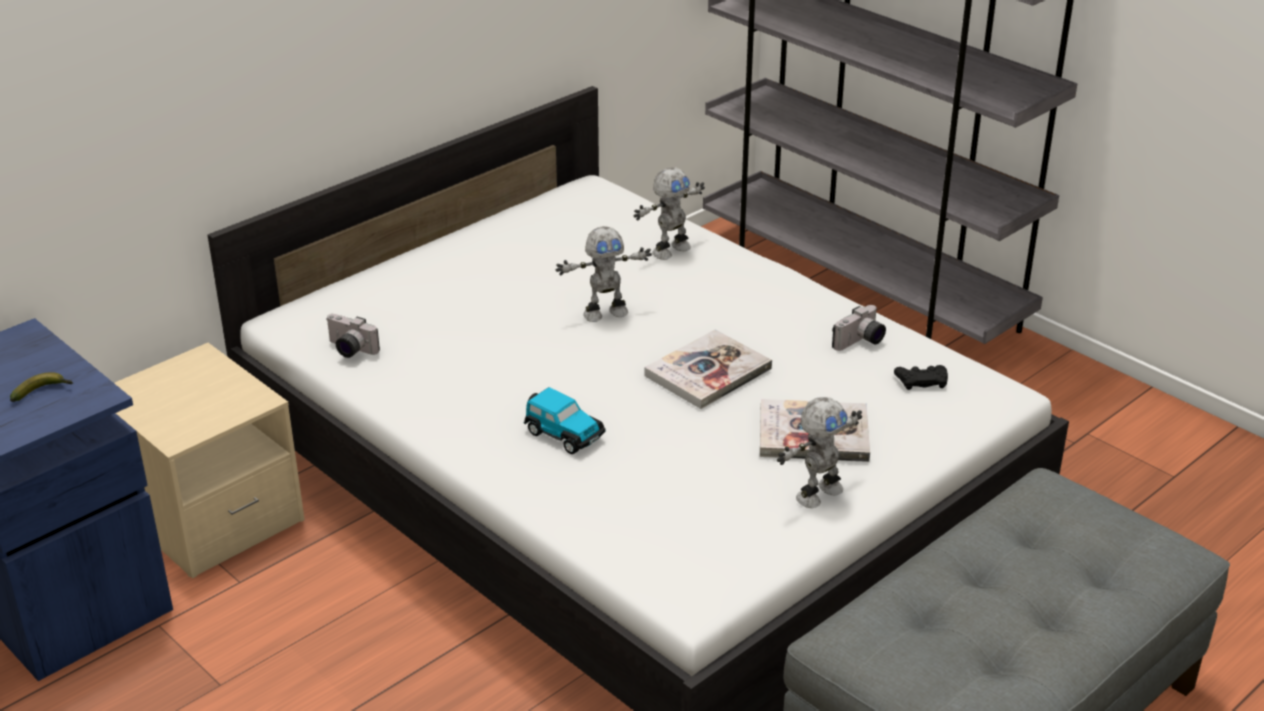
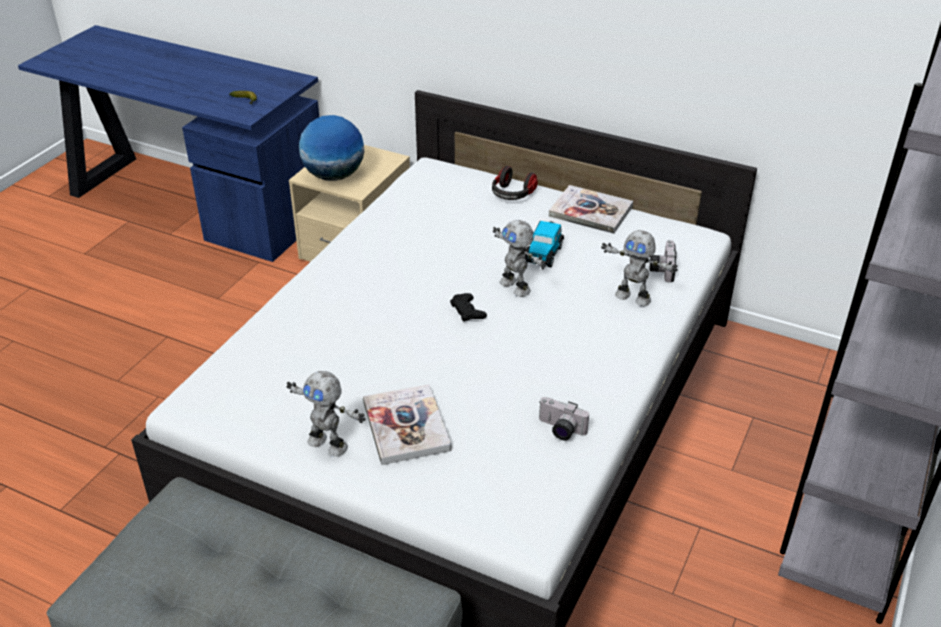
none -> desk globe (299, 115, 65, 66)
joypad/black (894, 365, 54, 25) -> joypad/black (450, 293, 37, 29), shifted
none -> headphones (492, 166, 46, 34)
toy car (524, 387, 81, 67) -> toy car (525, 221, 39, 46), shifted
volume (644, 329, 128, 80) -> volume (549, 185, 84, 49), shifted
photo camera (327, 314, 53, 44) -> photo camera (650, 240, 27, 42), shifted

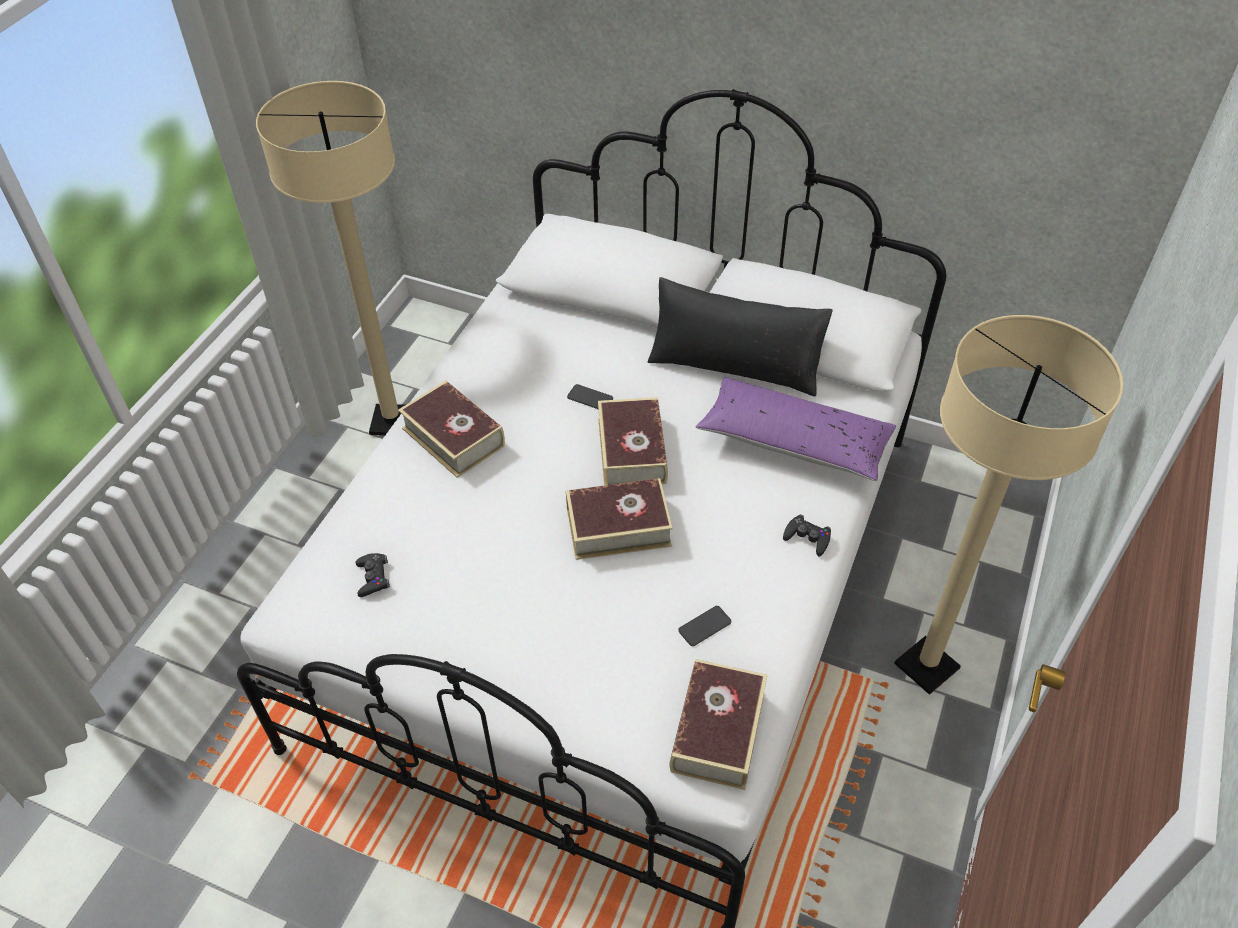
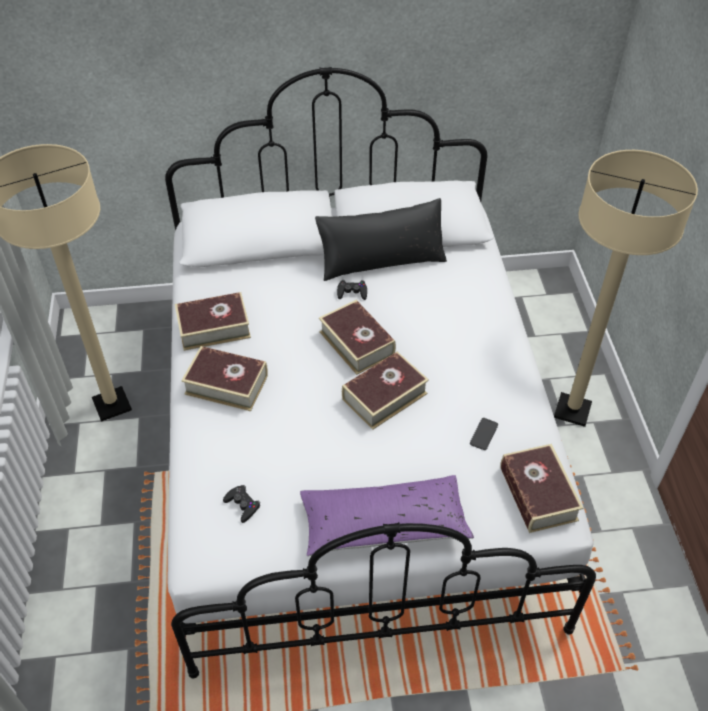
none -> volume (175, 292, 76, 59)
pillow/purplish (695, 377, 201, 104) -> pillow/purplish (300, 475, 174, 81), shifted
joypad/black (783, 514, 48, 43) -> joypad/black (337, 280, 30, 20), shifted
handset (567, 384, 46, 25) -> none

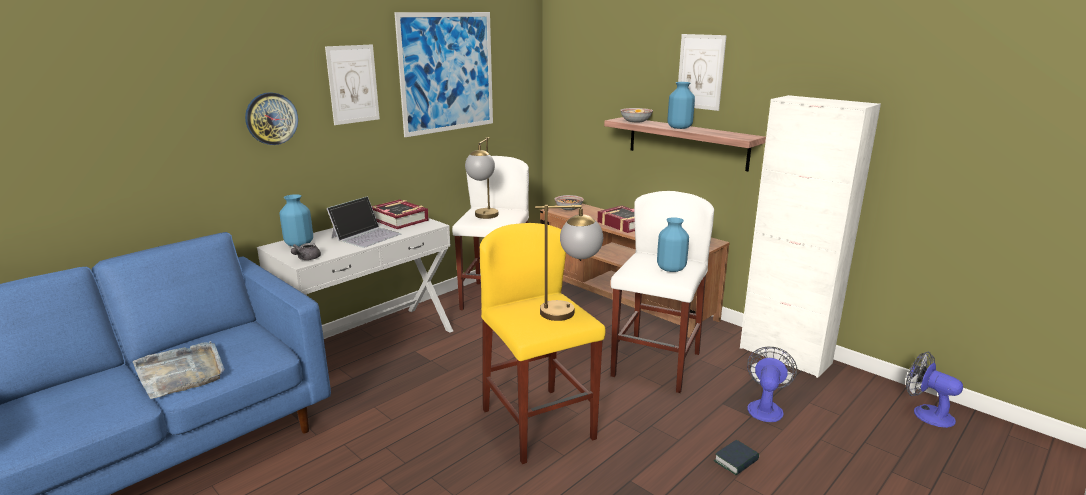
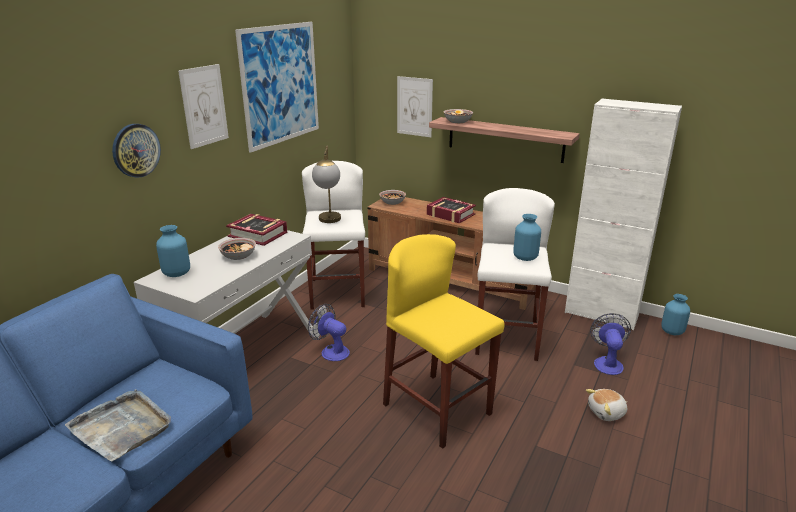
laptop (327, 196, 74, 52) -> bowl (218, 238, 38, 22)
electric fan (906, 352, 57, 76) -> electric fan (308, 304, 42, 57), shifted
picture (678, 34, 49, 77) -> picture (397, 76, 36, 61), shifted
volume (714, 440, 45, 35) -> soft toy (586, 389, 41, 32)
flower vase/bluish (667, 82, 28, 47) -> flower vase/bluish (661, 294, 29, 41), shifted
tea pot/grey (291, 243, 30, 17) -> none
table lamp (535, 205, 68, 116) -> none

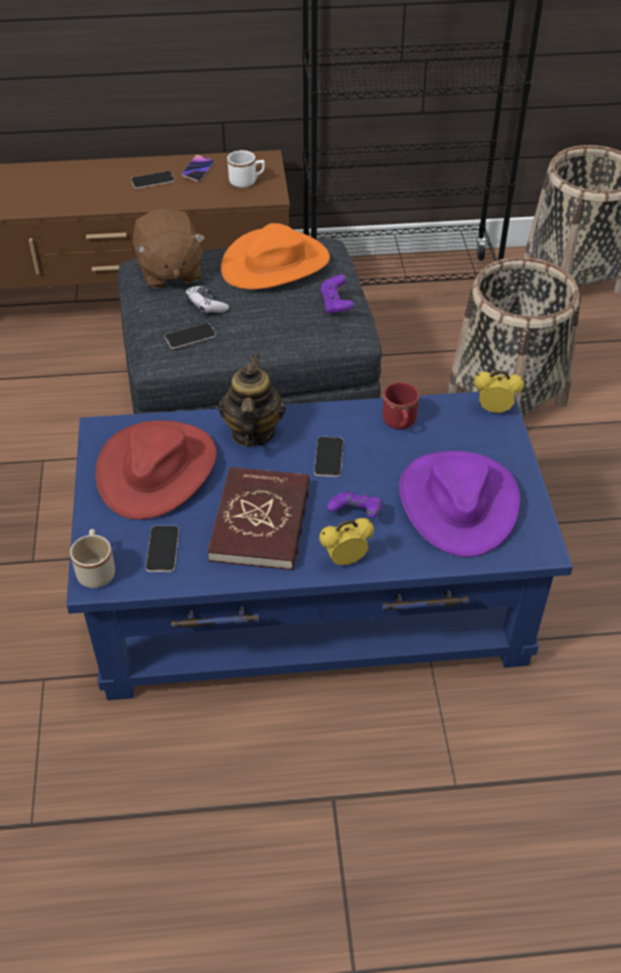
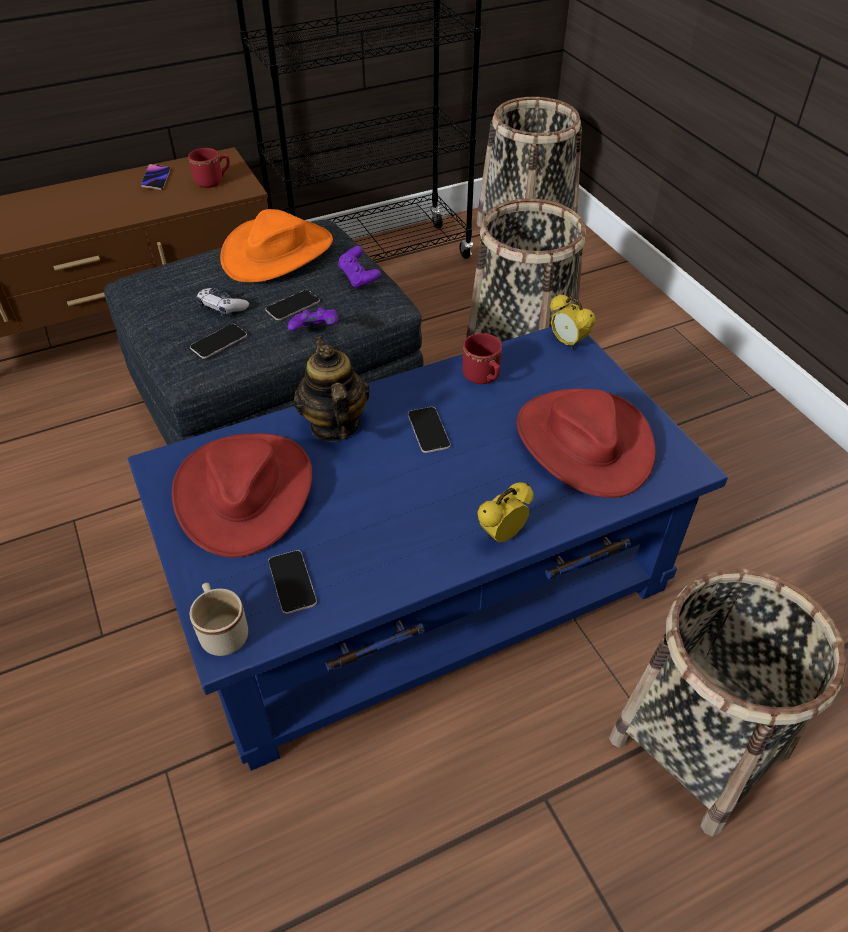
coffee mug/white (227, 150, 38, 38) -> coffee mug/red-coloured (188, 148, 42, 40)
handset (131, 171, 44, 18) -> handset (265, 290, 55, 31), shifted
joypad/purplish (327, 491, 56, 26) -> joypad/purplish (288, 307, 50, 24), shifted
hat/purplish (399, 451, 121, 106) -> hat/red-coloured (517, 388, 139, 110)
bedside clock (474, 370, 50, 43) -> bedside clock (550, 294, 46, 56), 120 degrees counterclockwise
none -> basket (609, 568, 238, 269)
soft toy/brownish (133, 209, 72, 80) -> none
volume/red-coloured (207, 467, 103, 103) -> none

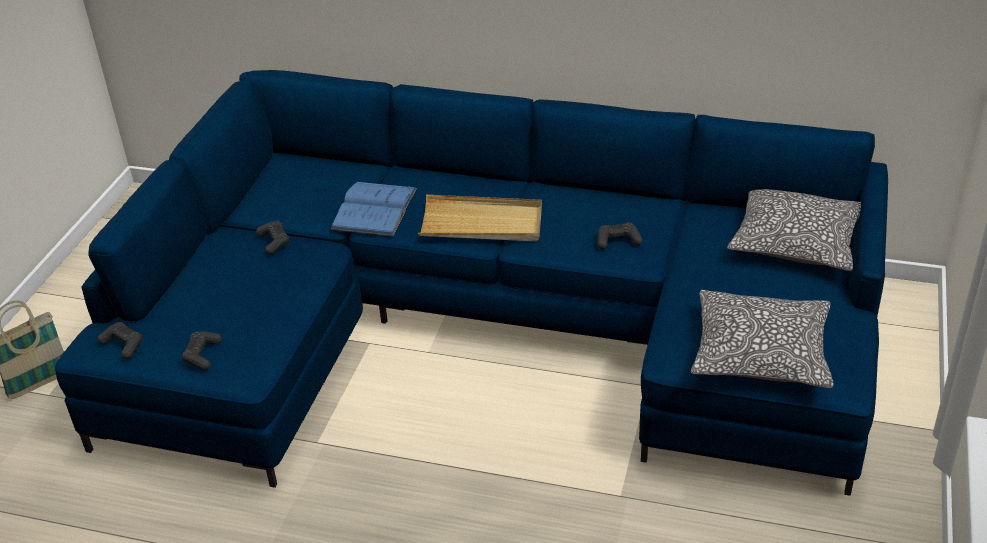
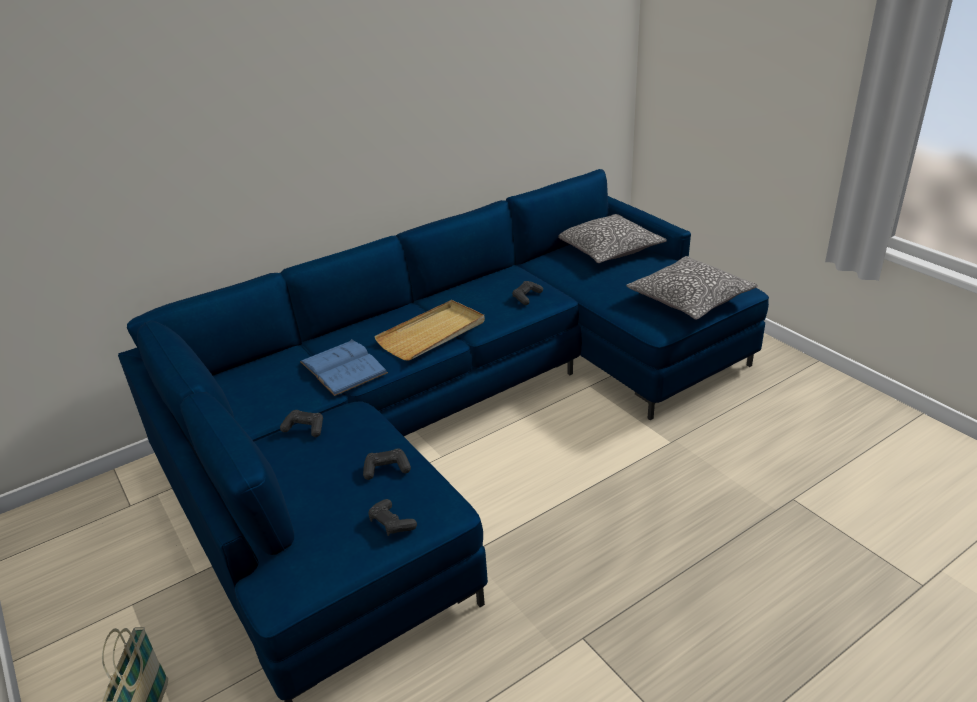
joypad/black (97, 322, 46, 37) -> joypad/black (363, 448, 48, 32), shifted

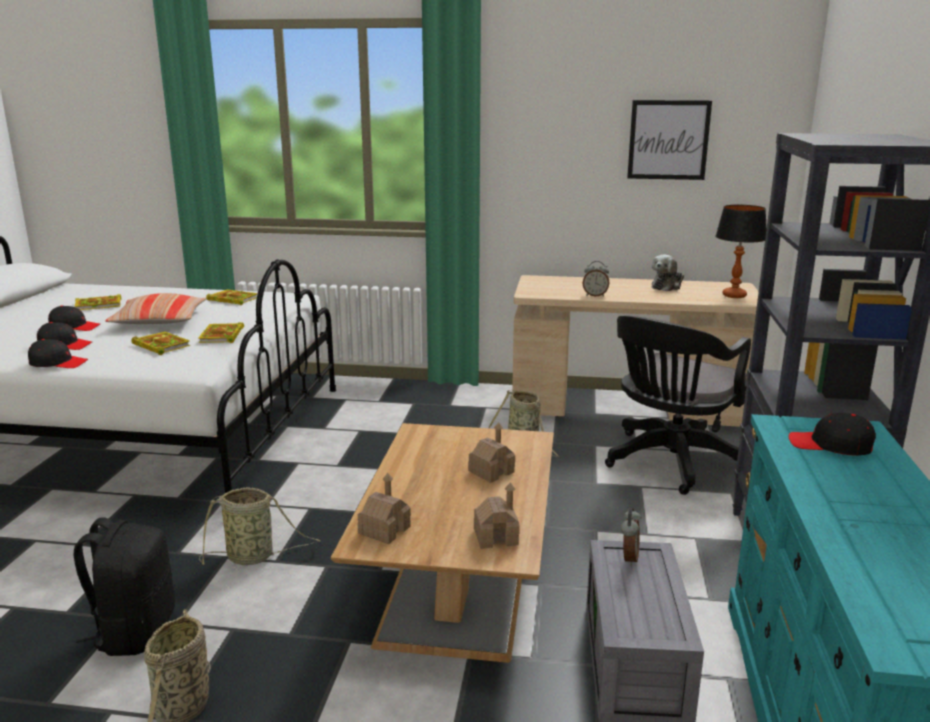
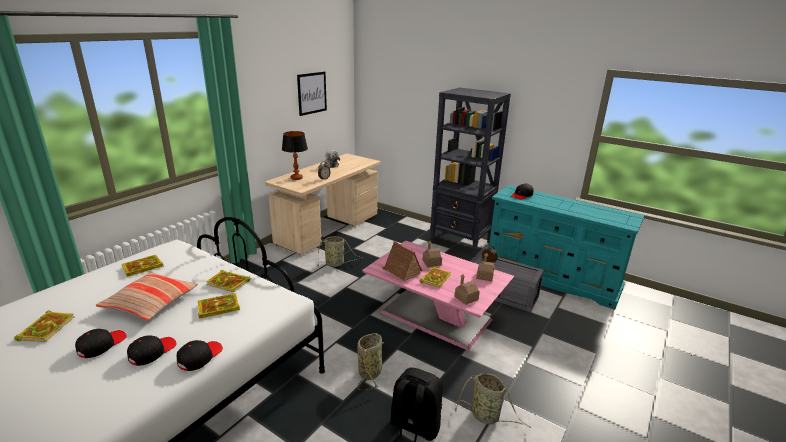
table lamp (715, 205, 52, 93) -> table lamp (282, 131, 26, 49), shifted
low table/brownish (331, 423, 223, 240) -> low table/pink (362, 241, 152, 109)
none -> model house (382, 241, 40, 40)
none -> volume (420, 266, 31, 22)
desk chair/black (605, 316, 146, 179) -> none

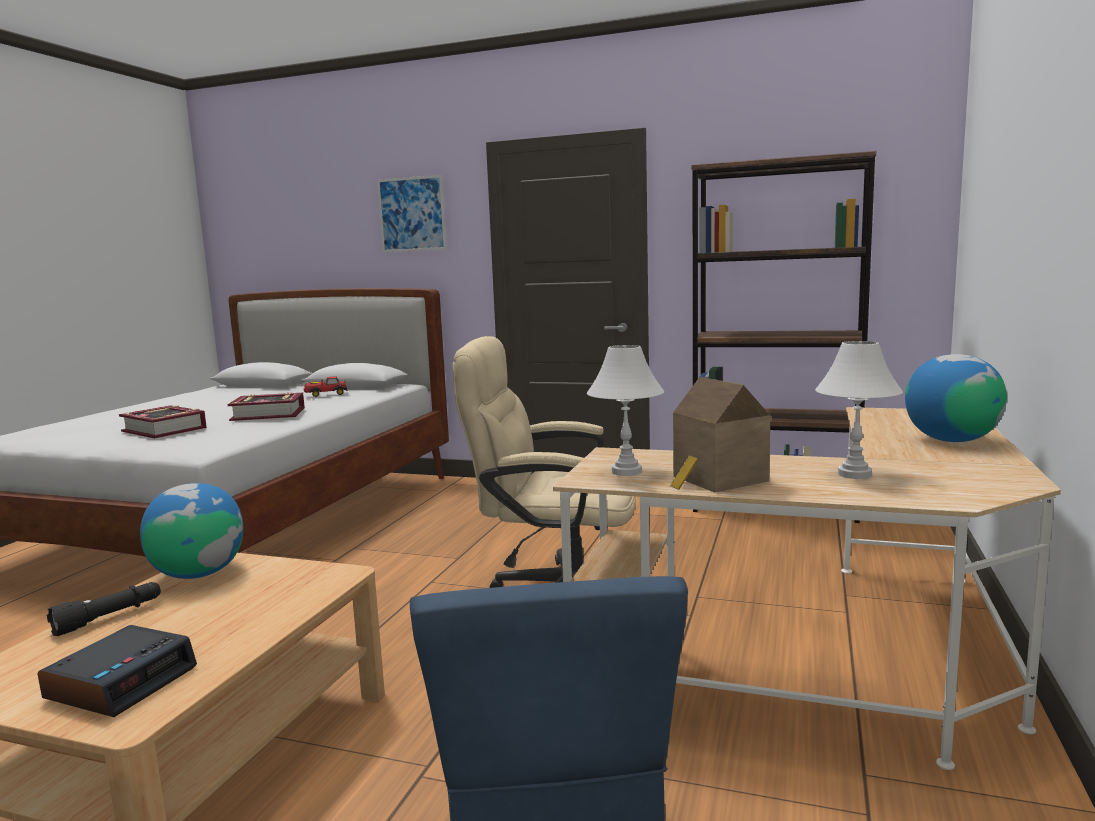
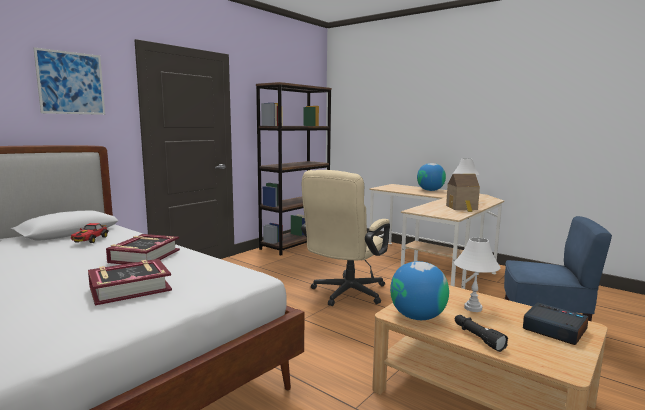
table lamp/white (587, 345, 77, 131) -> table lamp/white (454, 238, 46, 74), shifted

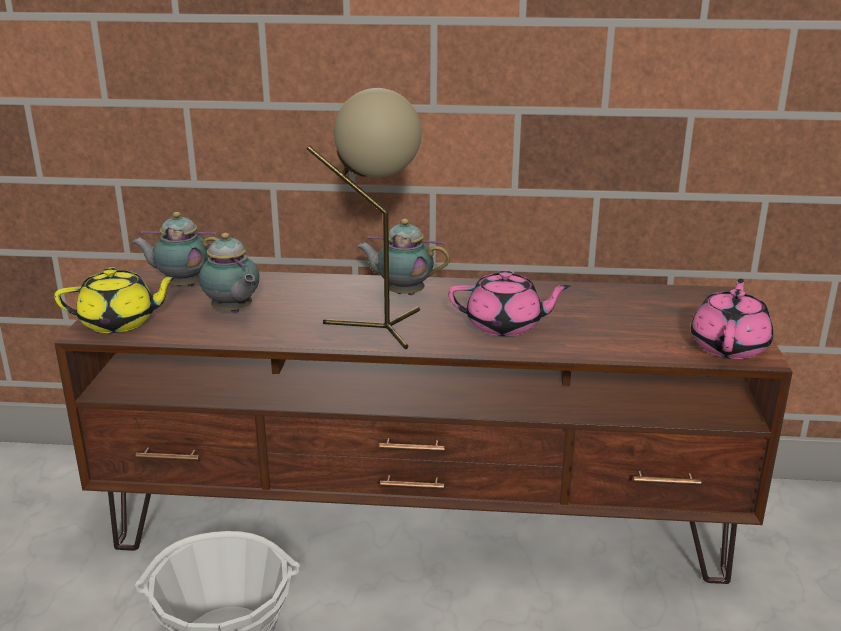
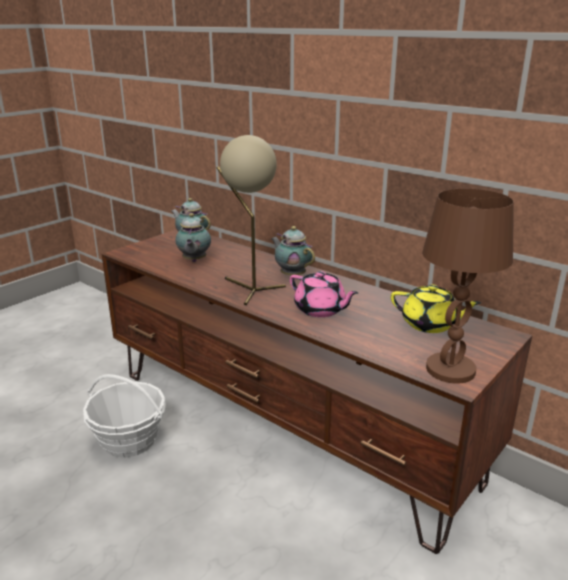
tea pot/yellow-coloured (54, 267, 124, 66) -> tea pot/yellow-coloured (391, 285, 90, 48), shifted
tea pot/pink (691, 279, 82, 80) -> table lamp/brownish (422, 189, 92, 195)

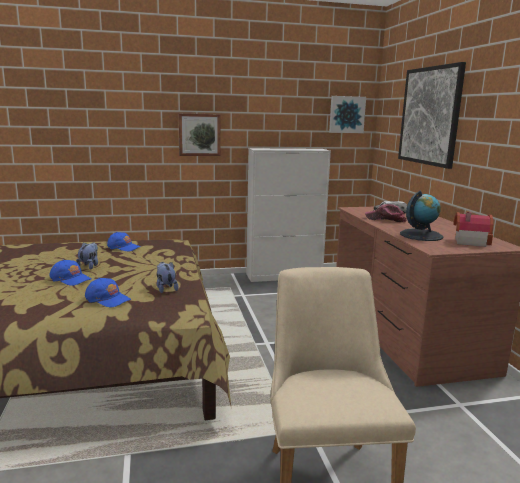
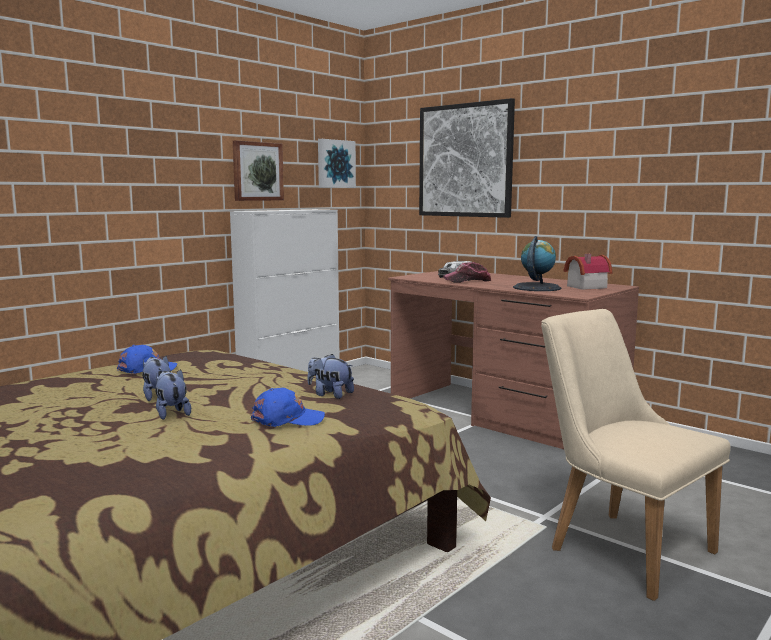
cap/bluish (49, 260, 42, 26) -> soft toy (155, 369, 36, 51)
picture (178, 113, 43, 43) -> picture (233, 140, 51, 61), shifted

